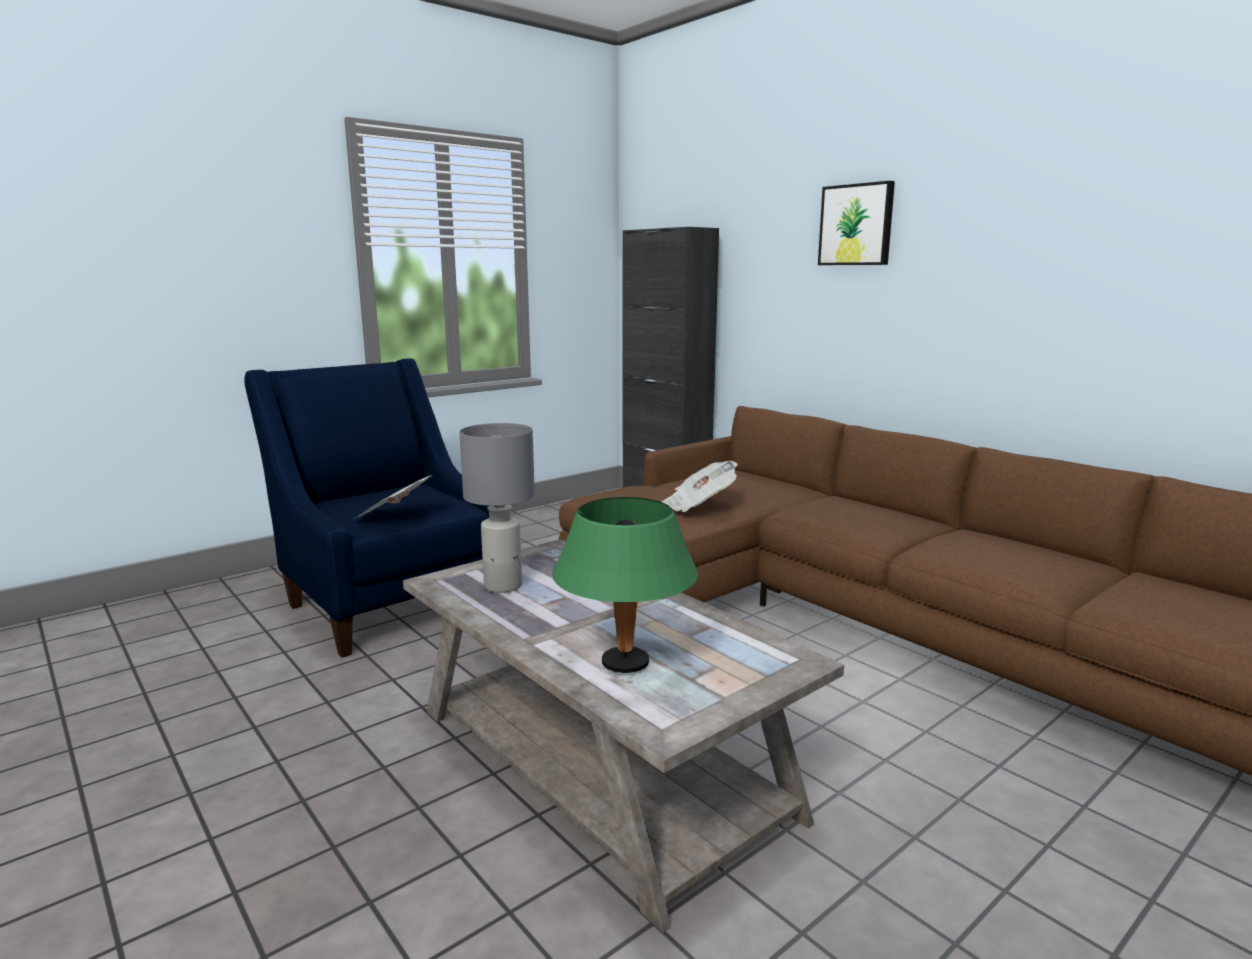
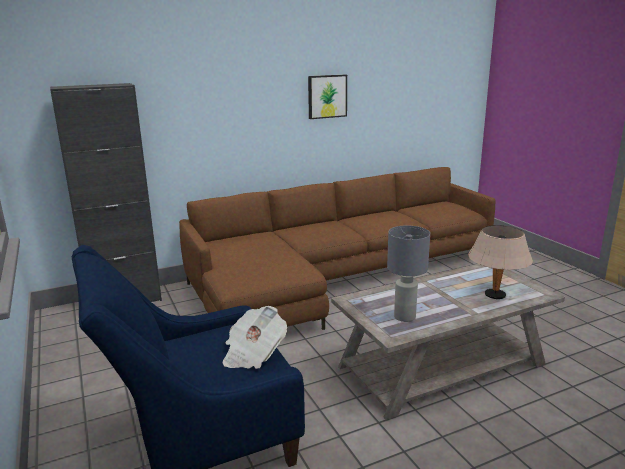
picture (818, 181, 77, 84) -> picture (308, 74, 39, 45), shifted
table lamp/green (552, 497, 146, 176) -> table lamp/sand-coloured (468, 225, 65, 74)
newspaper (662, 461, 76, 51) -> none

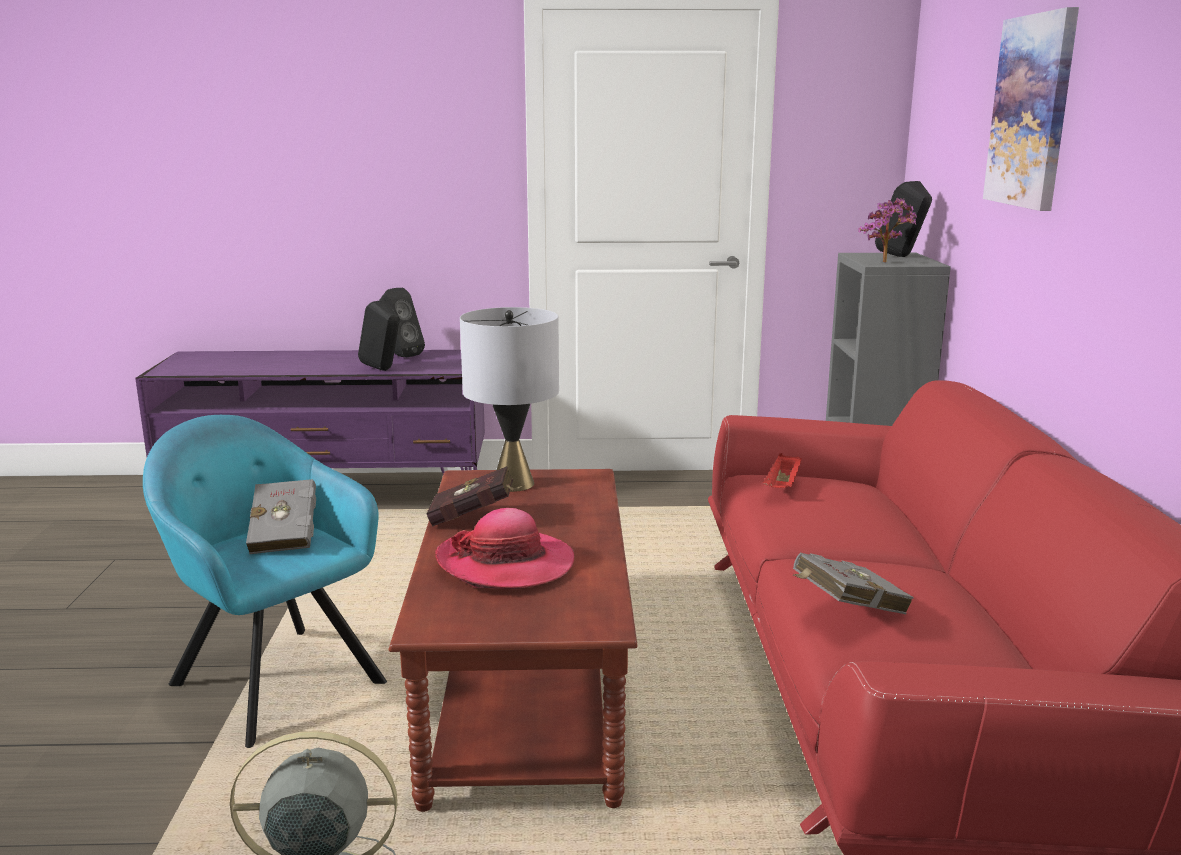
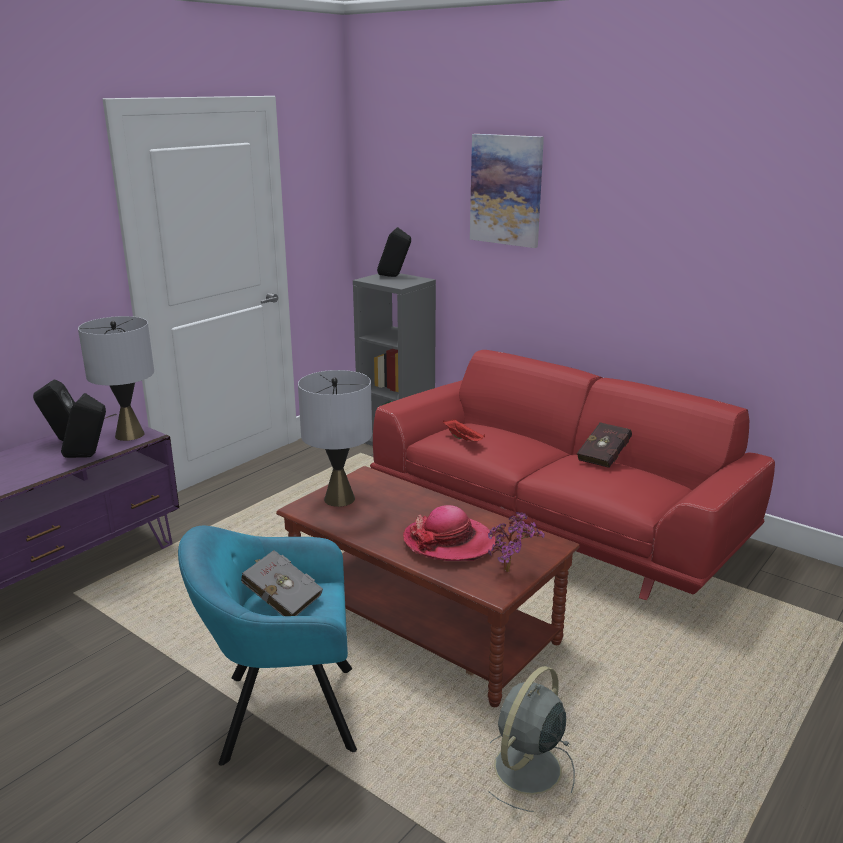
none -> table lamp/grey (78, 316, 76, 125)
houseplant (858, 198, 59, 64) -> houseplant (488, 512, 56, 60), shifted
volume/red-coloured (426, 466, 97, 60) -> volume/red-coloured (577, 422, 55, 46), shifted
volume/grey (793, 553, 121, 61) -> none

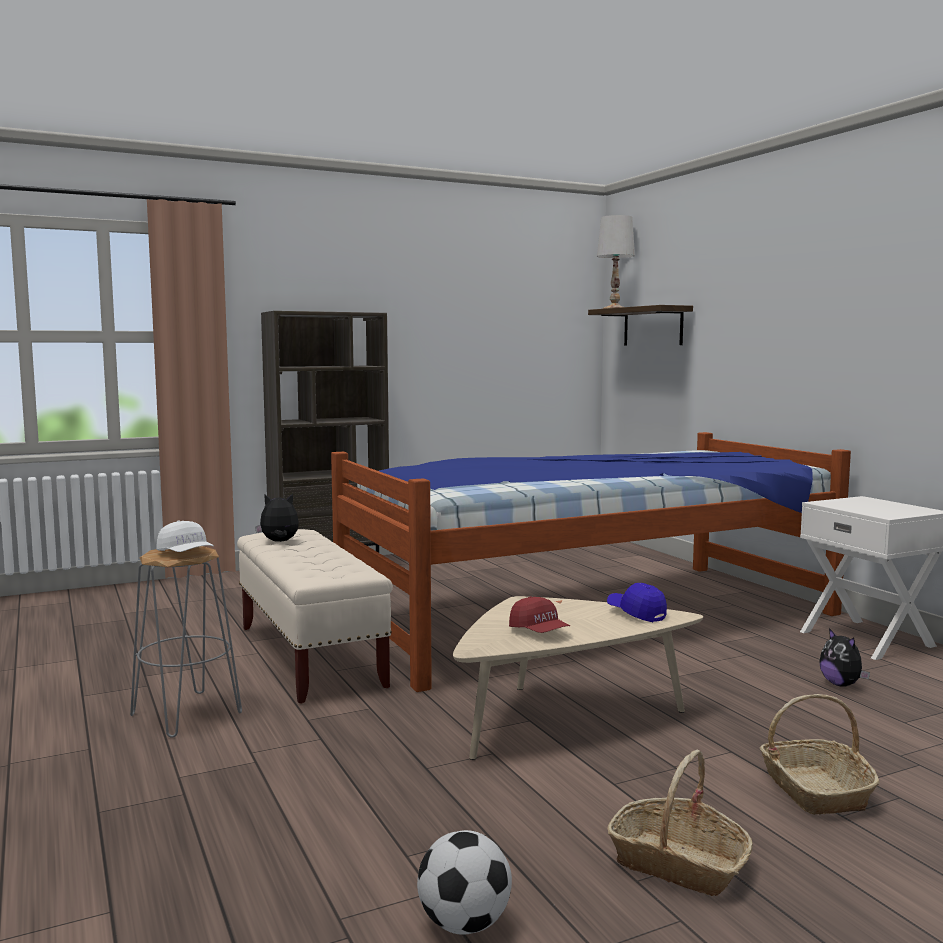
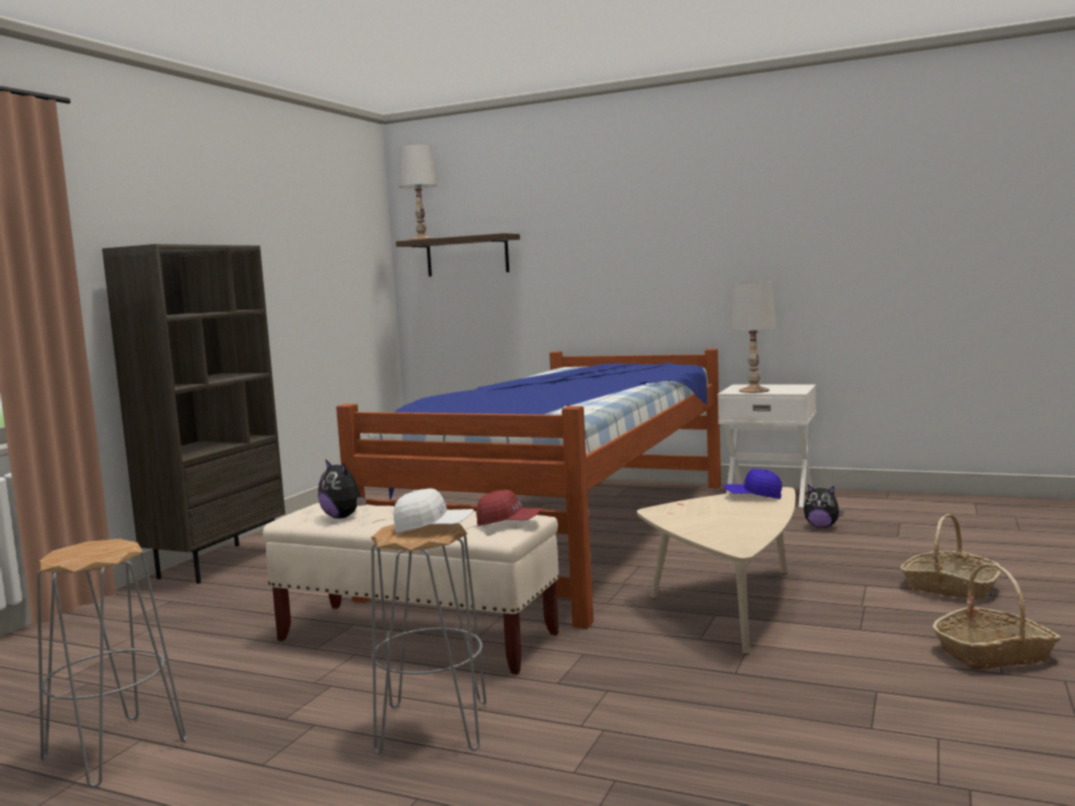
none -> sitting stool/grey (37, 539, 150, 248)
soft toy (255, 494, 44, 48) -> soft toy (318, 459, 48, 60), 90 degrees counterclockwise
cap/red-coloured (509, 597, 61, 36) -> cap/red-coloured (476, 490, 66, 36), shifted
none -> table lamp/white (730, 282, 47, 111)
football ball (417, 830, 95, 105) -> none

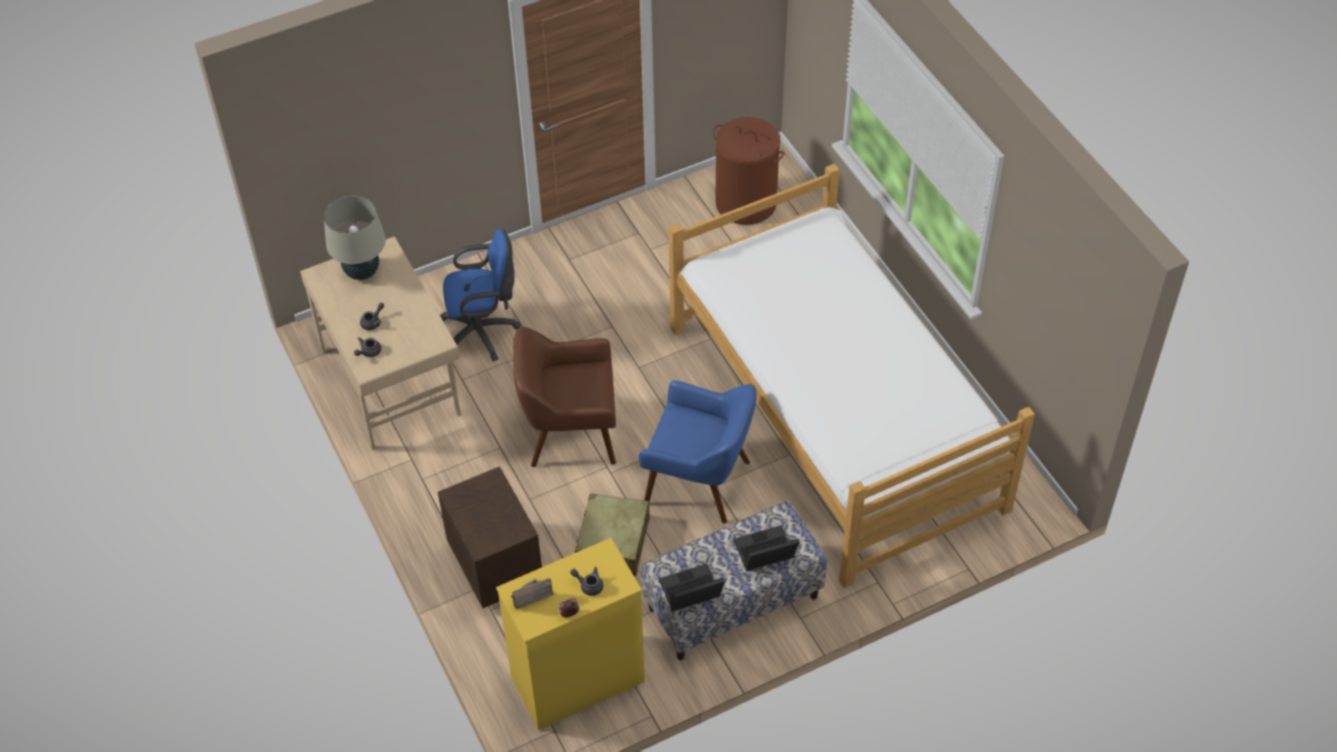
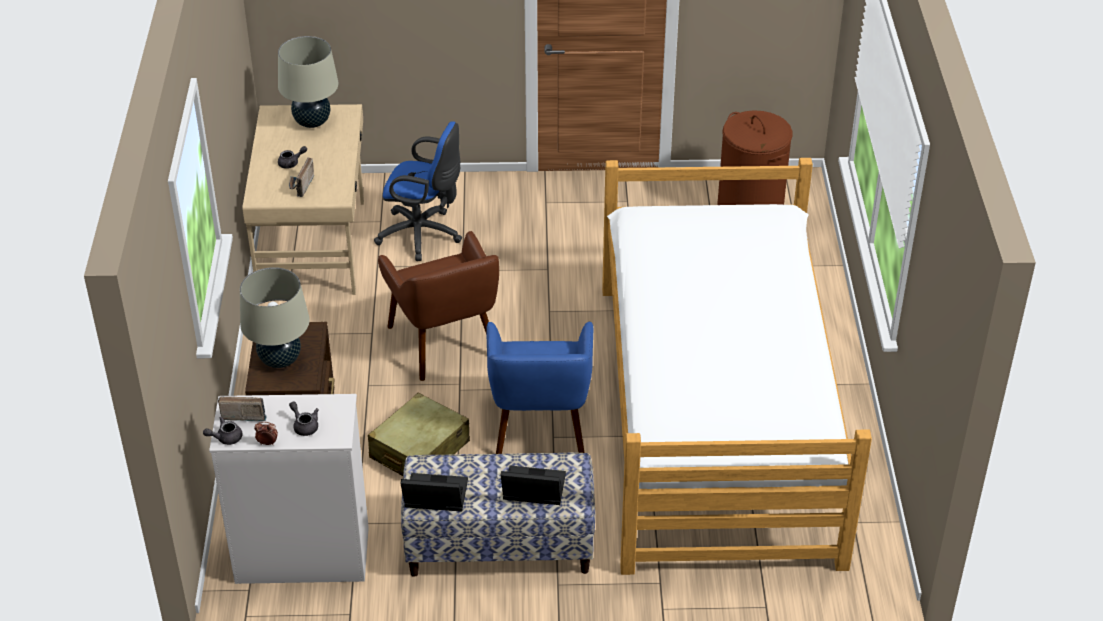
tea pot/grey (354, 337, 27, 20) -> tea pot/grey (203, 416, 40, 29), shifted
dresser/yellow-coloured (496, 538, 149, 192) -> dresser/white (209, 394, 160, 190)
none -> table lamp/sand-coloured (240, 267, 70, 101)
none -> radio receiver (289, 158, 25, 39)
lounge chair/brownish (513, 327, 103, 140) -> lounge chair/brownish (378, 231, 121, 150), 135 degrees counterclockwise
lounge chair/bluish (639, 380, 118, 144) -> lounge chair/bluish (486, 322, 107, 132), 45 degrees clockwise

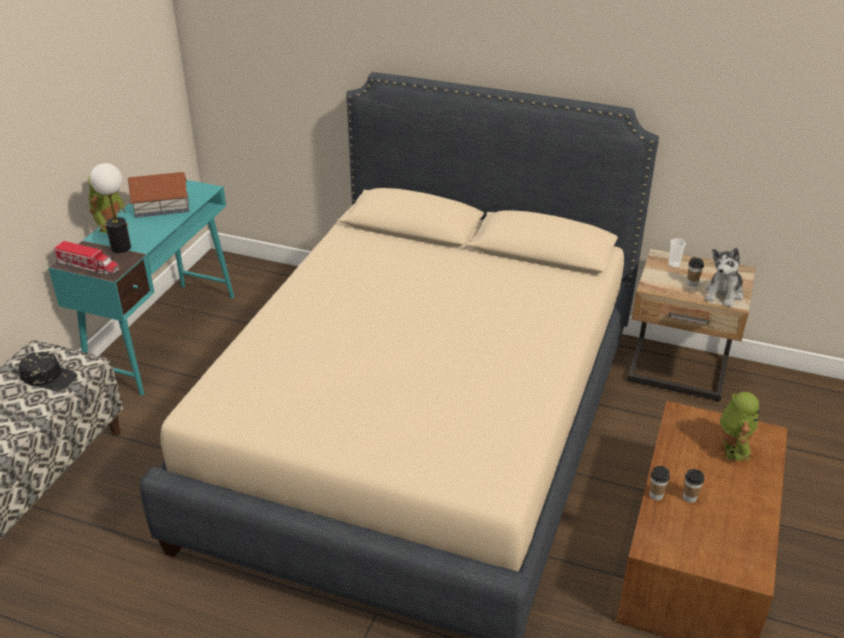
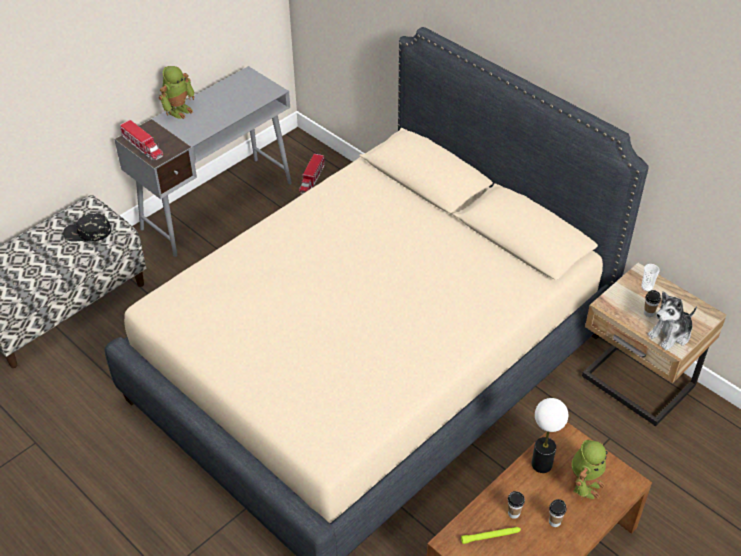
cap/black (18, 352, 60, 39) -> cap/black (63, 213, 48, 29), 135 degrees clockwise
desk unit/blue-green (48, 180, 186, 216) -> desk unit/grey (114, 66, 178, 191)
none -> model truck (299, 154, 26, 40)
none -> torch/green (461, 527, 60, 17)
table lamp (90, 163, 41, 90) -> table lamp (531, 398, 37, 75), shifted
drinking cup (650, 466, 20, 34) -> drinking cup (549, 499, 17, 28), shifted
model house (128, 172, 61, 46) -> none

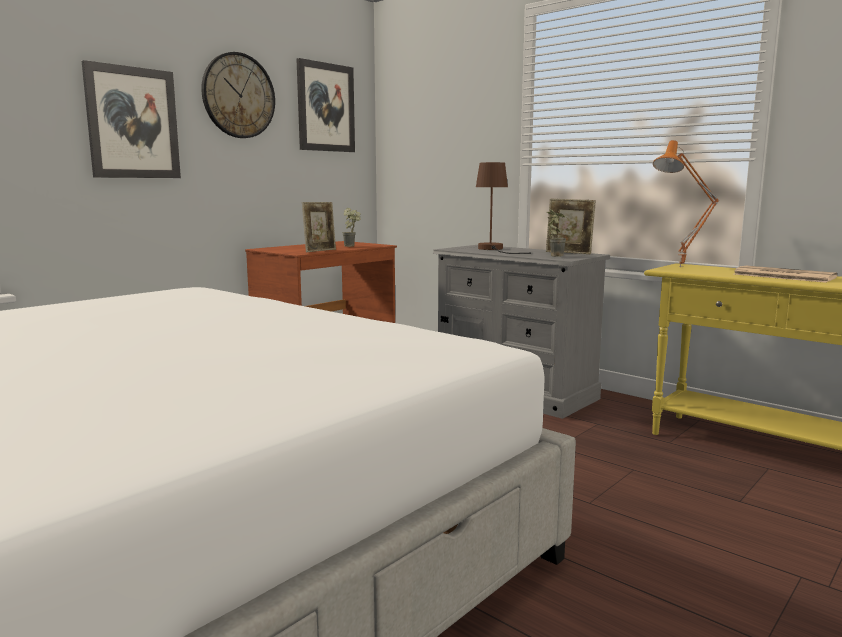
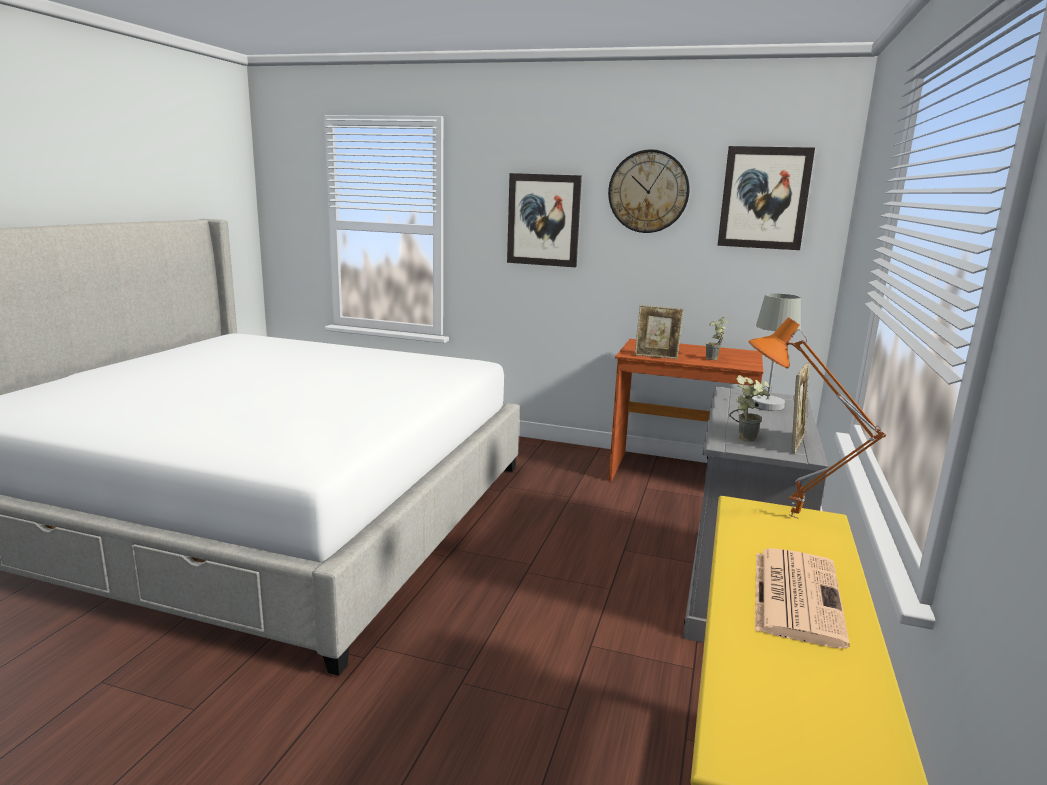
table lamp/brownish (476, 162, 55, 92) -> table lamp/grey (729, 294, 72, 128)
standing frame (546, 199, 50, 55) -> standing frame (792, 363, 18, 91), 150 degrees counterclockwise

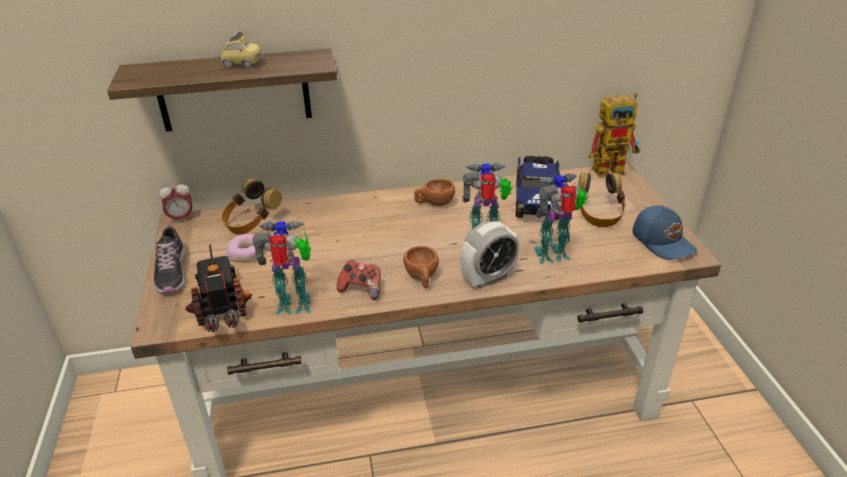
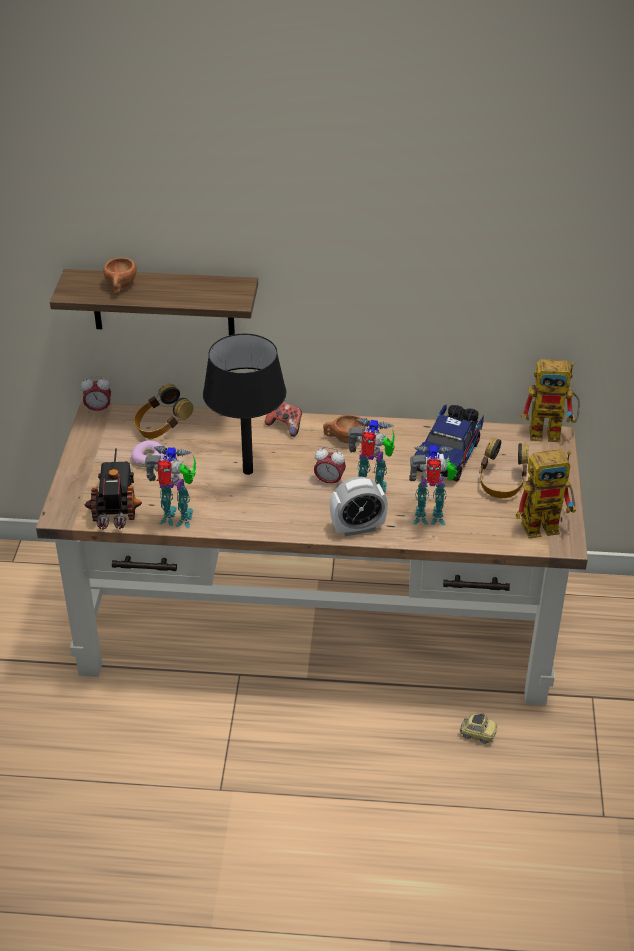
drinking cup/brownish (403, 246, 36, 42) -> drinking cup/brownish (104, 257, 32, 38), shifted
none -> table lamp/black (203, 333, 84, 142)
joypad (336, 260, 44, 40) -> joypad (265, 402, 37, 35), shifted
none -> bedside clock (314, 447, 32, 38)
toy car (219, 32, 42, 36) -> toy car (460, 713, 37, 31), shifted
cap/bluish (633, 205, 64, 55) -> robot figure (516, 449, 60, 89)
shoe (153, 223, 32, 70) -> none

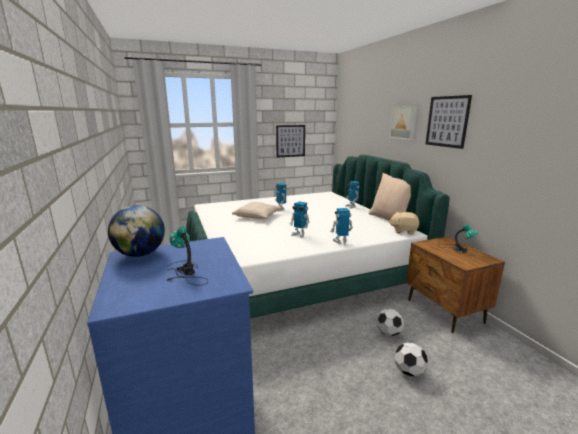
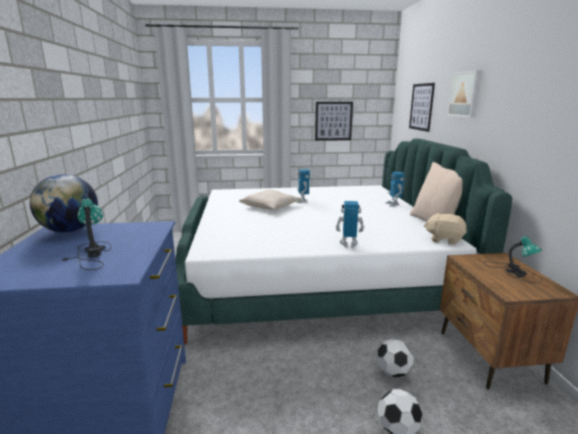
picture (426, 95, 46, 54) -> picture (409, 83, 26, 49), shifted
robot figure (290, 201, 20, 37) -> none

